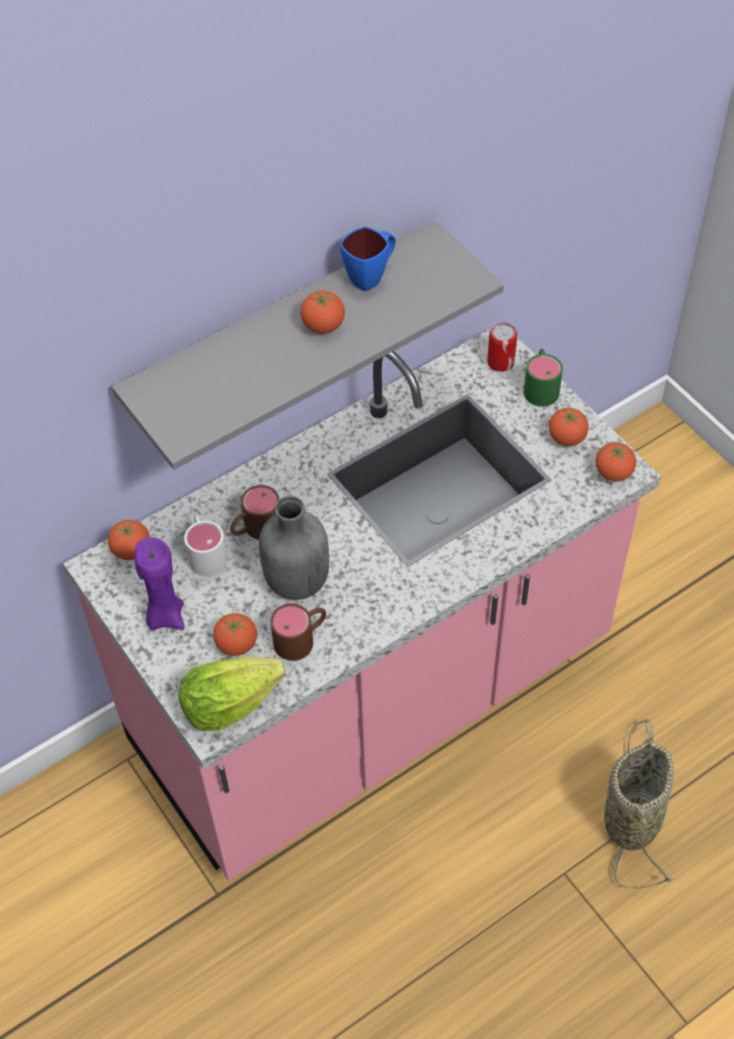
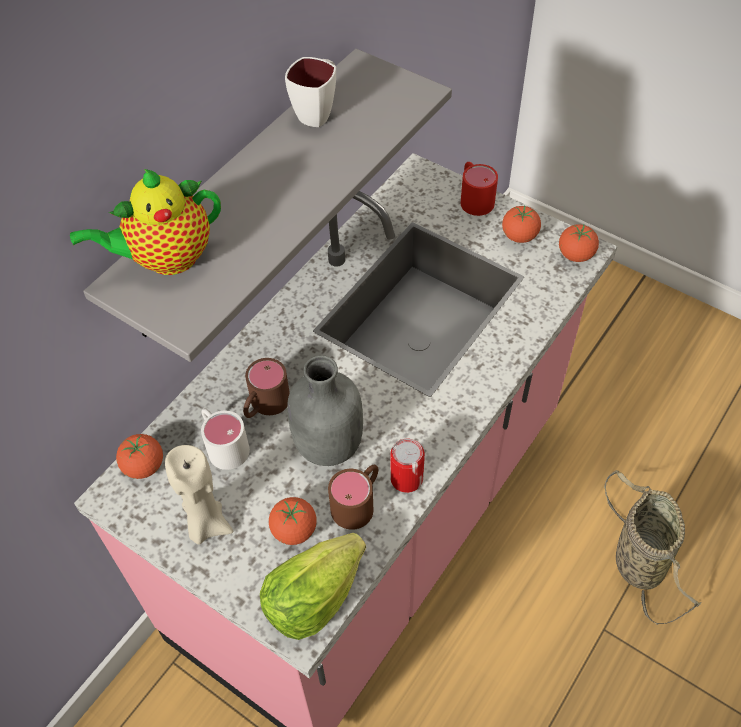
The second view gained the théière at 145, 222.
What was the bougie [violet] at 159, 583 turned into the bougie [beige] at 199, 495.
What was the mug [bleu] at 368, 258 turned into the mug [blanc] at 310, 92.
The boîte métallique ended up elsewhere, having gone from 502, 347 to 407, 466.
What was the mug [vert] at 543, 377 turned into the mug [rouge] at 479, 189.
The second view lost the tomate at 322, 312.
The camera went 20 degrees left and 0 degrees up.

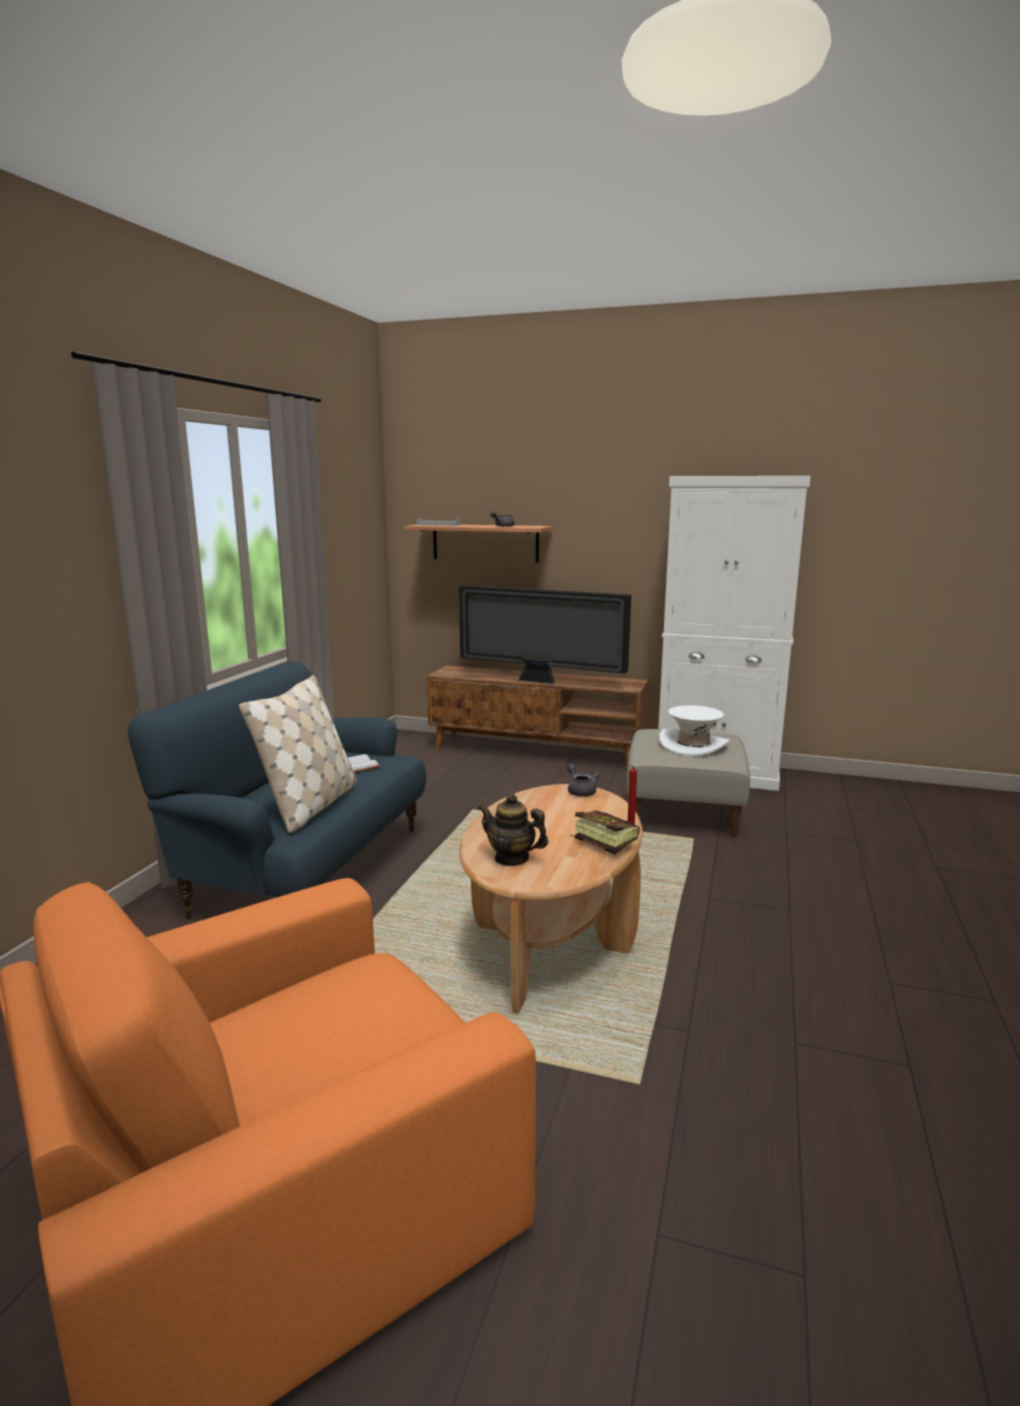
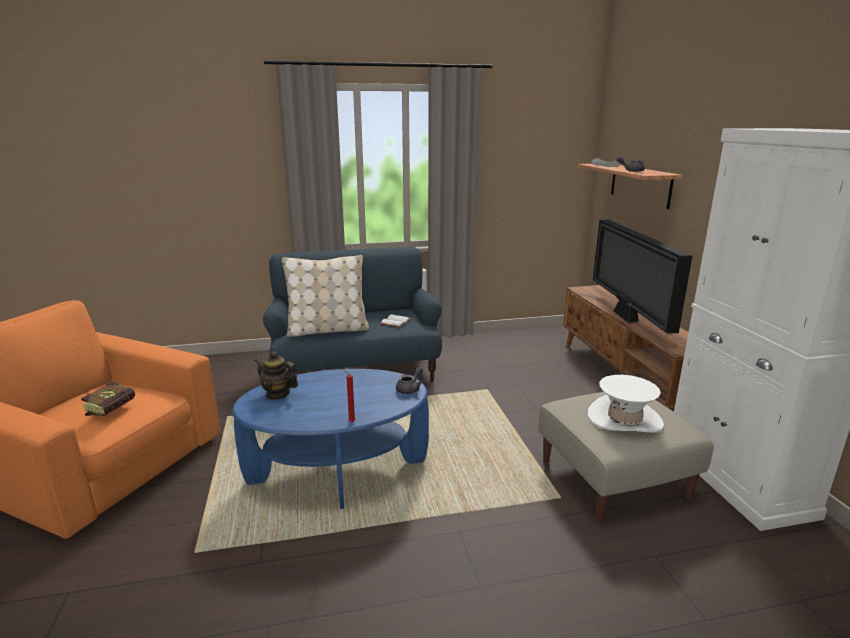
The livre ended up elsewhere, having gone from 604, 833 to 108, 398.
What was the table basse [marron] at 551, 899 turned into the table basse [bleu] at 330, 439.
The théière at 513, 829 ended up facing another way, 60 degrees counterclockwise from before.
The camera went 60 degrees right and 5 degrees up.

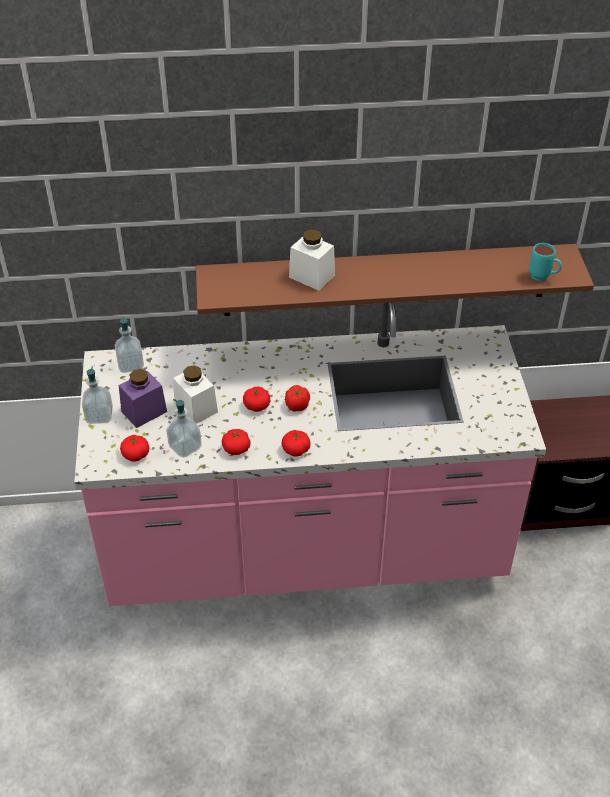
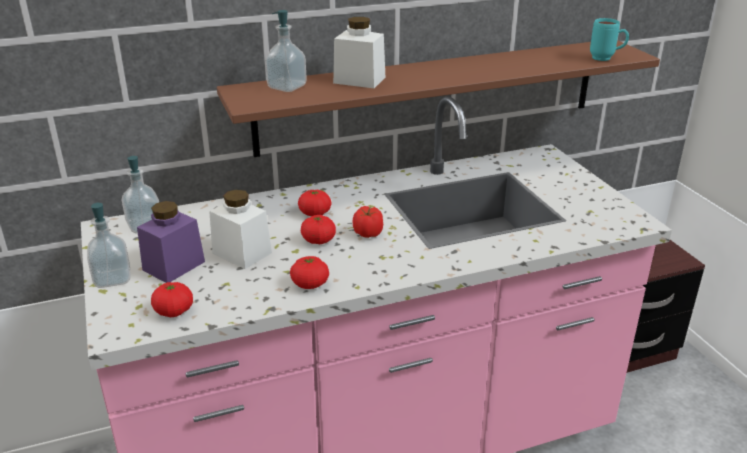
The distributeur de savon ended up elsewhere, having gone from 184, 428 to 286, 51.
The tomate ended up elsewhere, having gone from 296, 443 to 314, 203.
The camera went 15 degrees left and 15 degrees down.

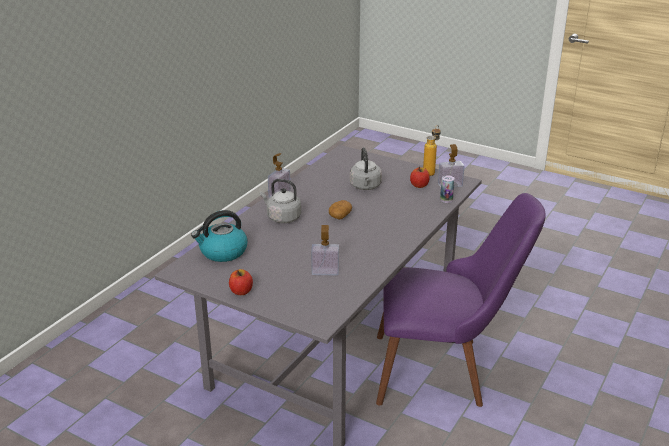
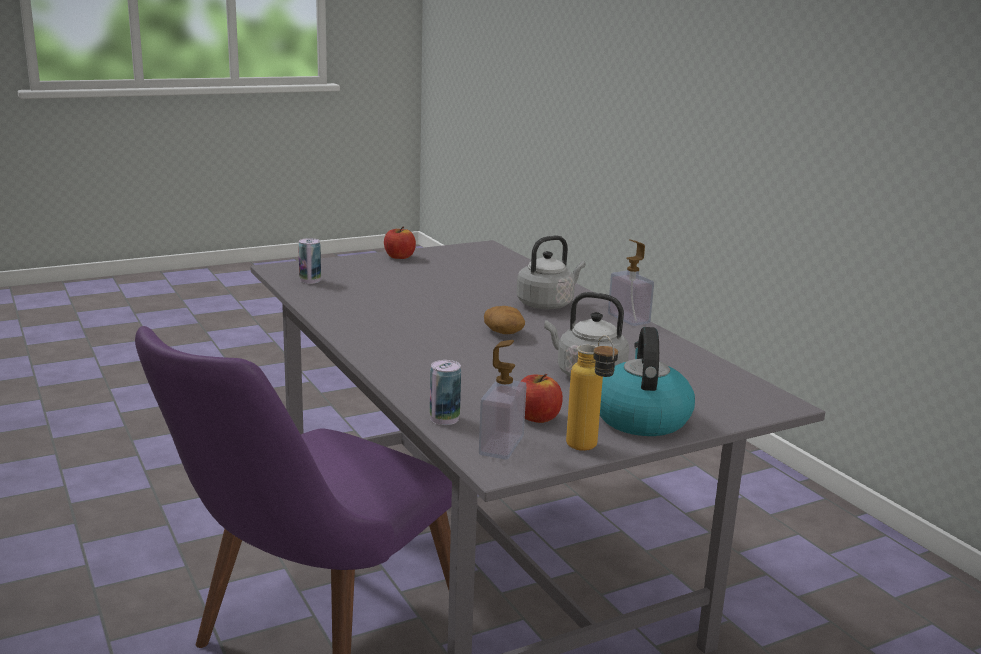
The second view gained the boîte métallique at 309, 261.
The bouilloire ended up elsewhere, having gone from 219, 236 to 647, 381.
The second view lost the distributeur de savon at 325, 250.
The camera went 120 degrees right and 10 degrees down.

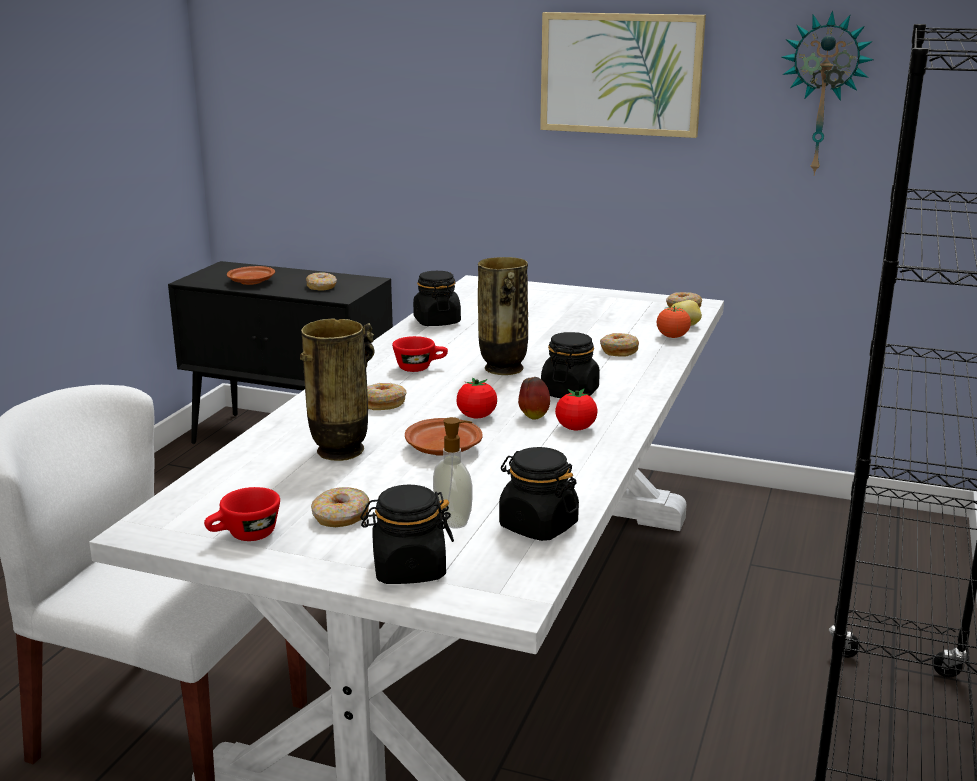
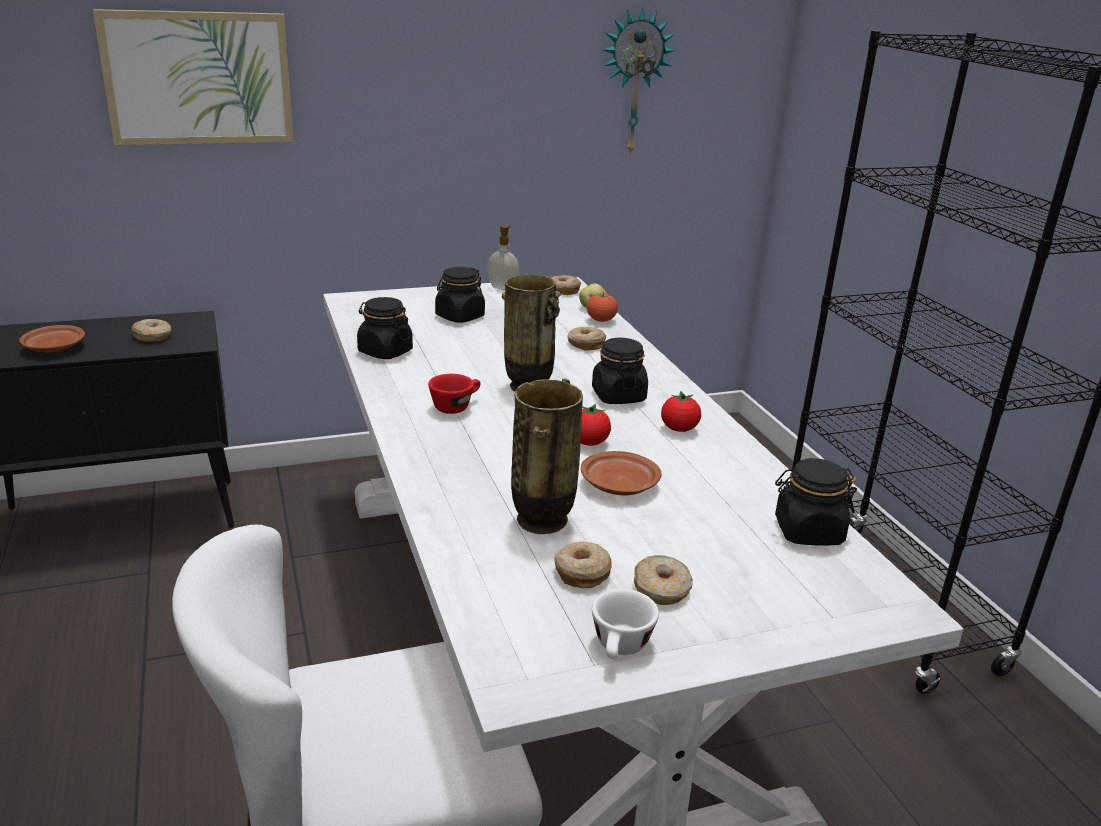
The tableau ended up elsewhere, having gone from 623, 75 to 193, 77.
The bocal [noir] ended up elsewhere, having gone from 407, 534 to 460, 295.
The distributeur de savon ended up elsewhere, having gone from 453, 473 to 503, 257.
The beignet ended up elsewhere, having gone from 386, 396 to 583, 565.
What was the tasse [rouge] at 242, 514 turned into the tasse [blanc] at 625, 624.
The second view lost the pomme at 534, 398.
The camera went 40 degrees left and 5 degrees up.

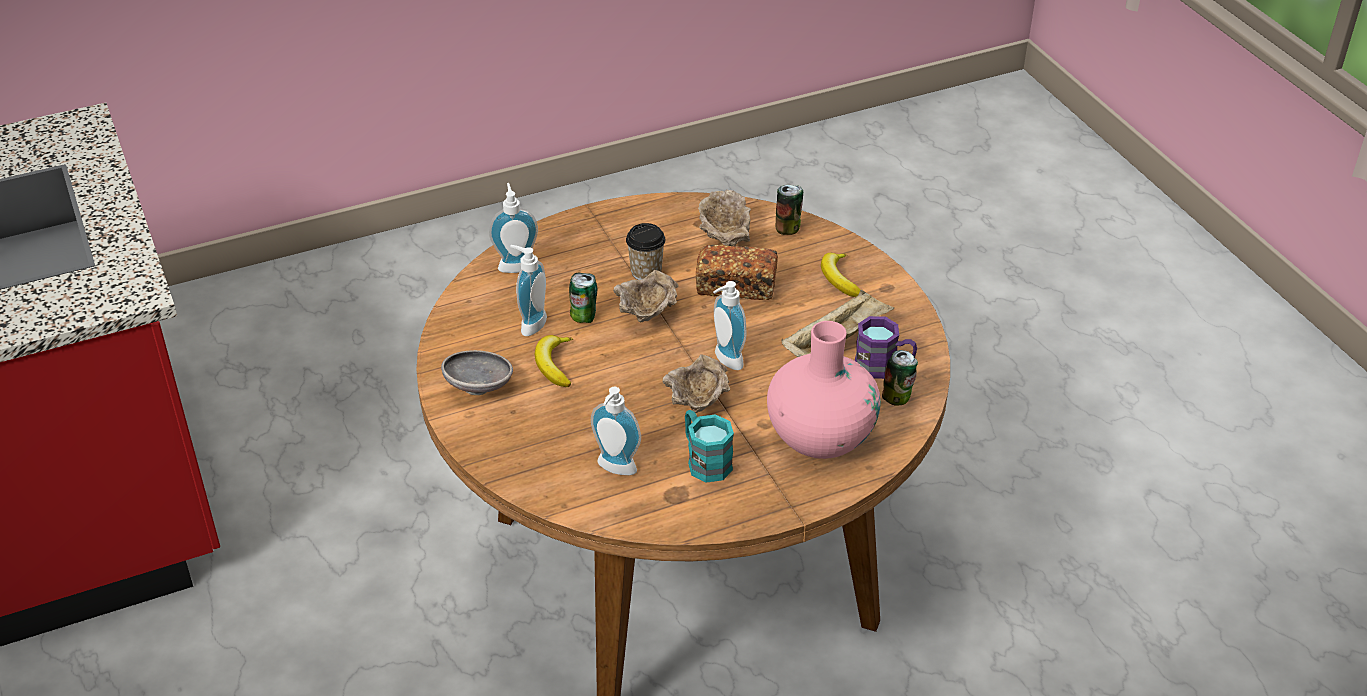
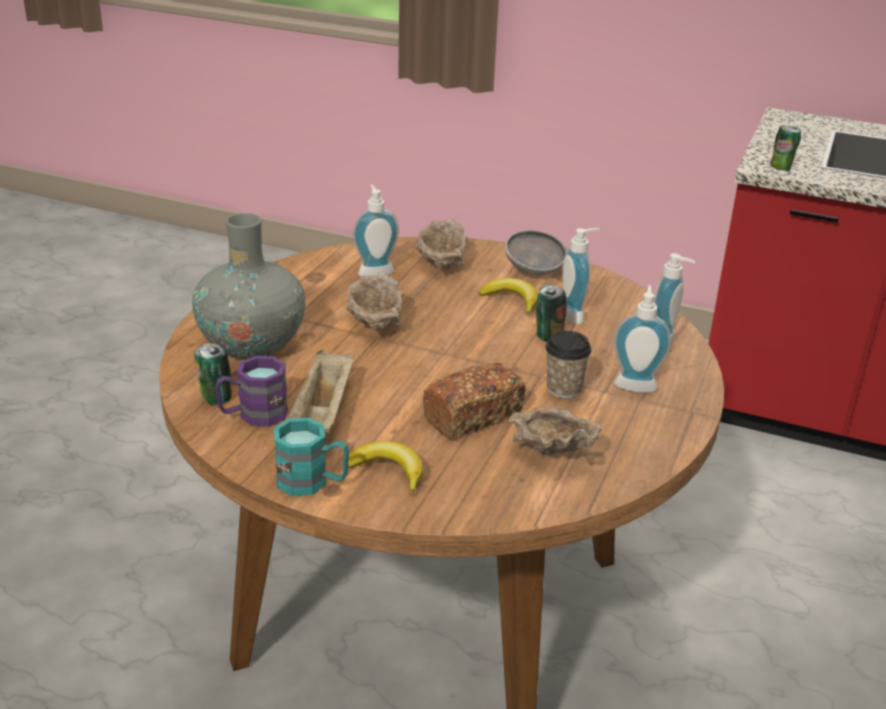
What was the vase [rose] at 824, 390 turned into the vase [gris] at 248, 286.
The mug [turquoise] ended up elsewhere, having gone from 709, 446 to 311, 457.
The bol [beige] ended up elsewhere, having gone from 646, 296 to 441, 243.
The distributeur de savon ended up elsewhere, having gone from 729, 325 to 642, 339.
The boîte métallique ended up elsewhere, having gone from 789, 210 to 785, 148.
The camera went 135 degrees right and 10 degrees down.

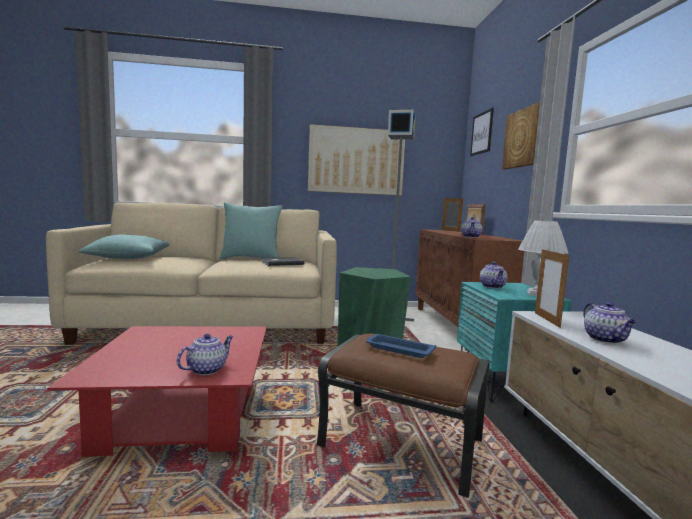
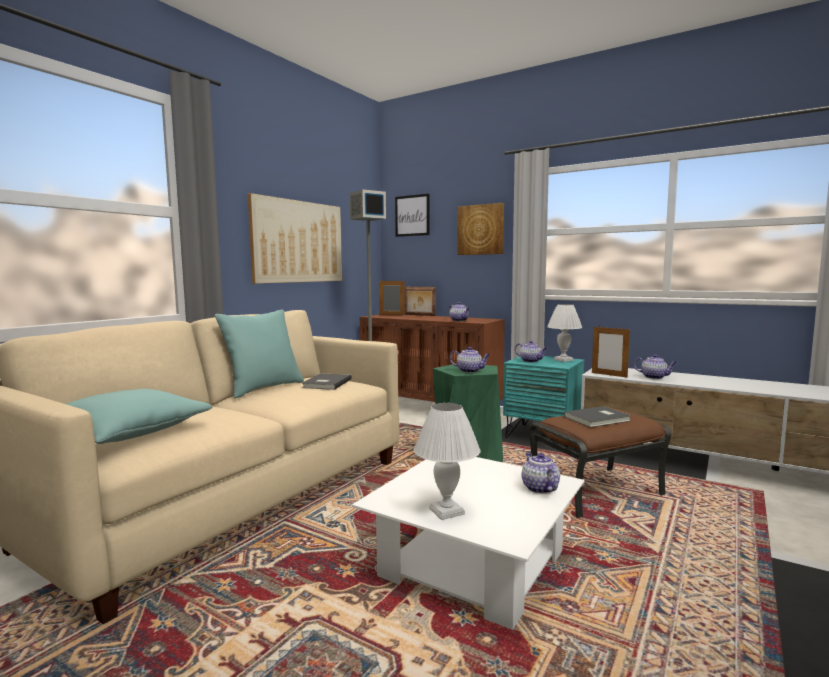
What was the table basse [rouge] at 157, 391 turned into the table basse [blanc] at 468, 543.
The second view gained the lampe de table [blanc] at 447, 461.
The second view gained the théière at 470, 360.
Where the plateau [bleu] stood at 401, 346, the livre [gris] came to stand at 598, 417.
The camera went 50 degrees left and 0 degrees up.

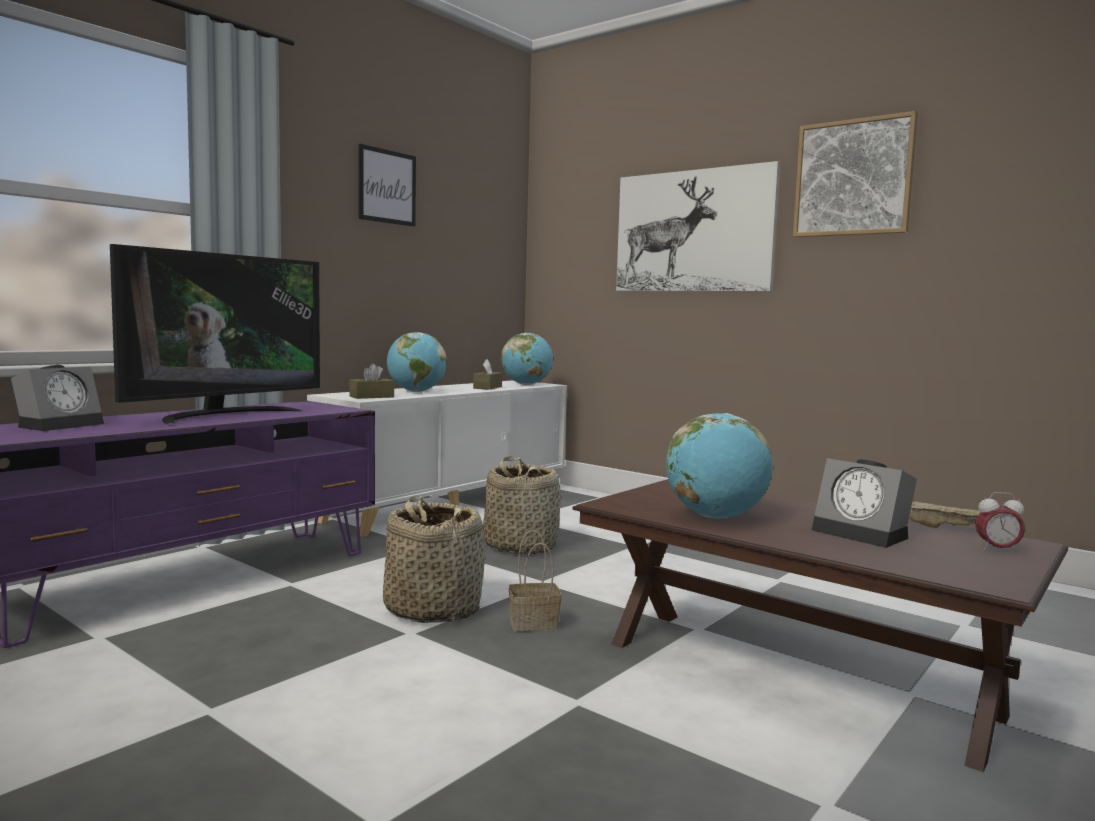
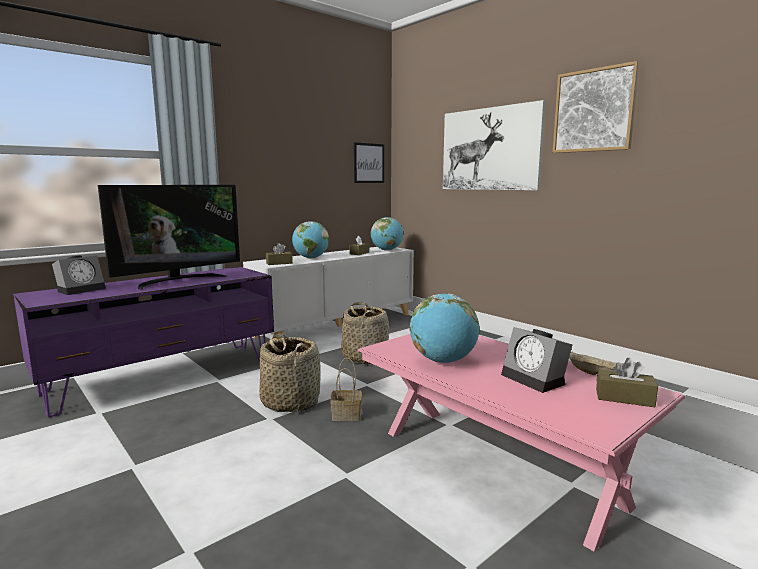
The tableau ended up elsewhere, having gone from 387, 185 to 369, 162.
What was the table basse [marron] at 820, 625 turned into the table basse [rose] at 521, 442.
Where the réveil stood at 1000, 522, the boîte à mouchoirs [marron] came to stand at 627, 382.
The camera went 10 degrees right and 5 degrees up.

